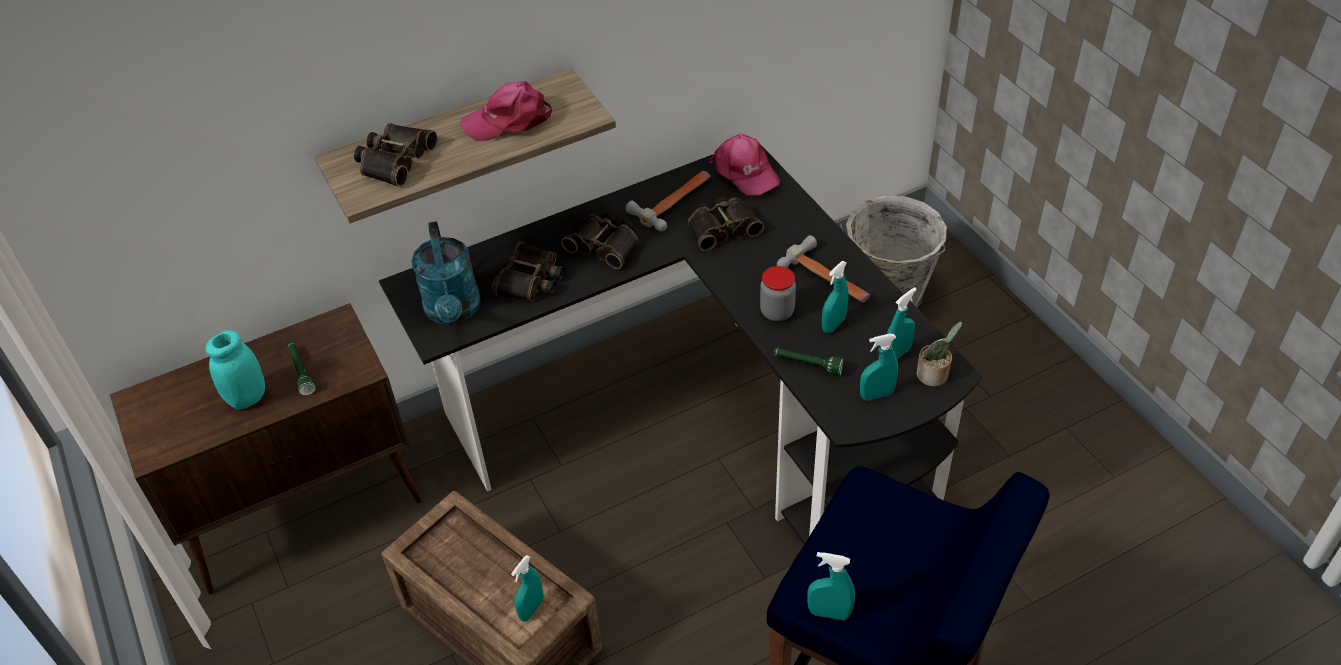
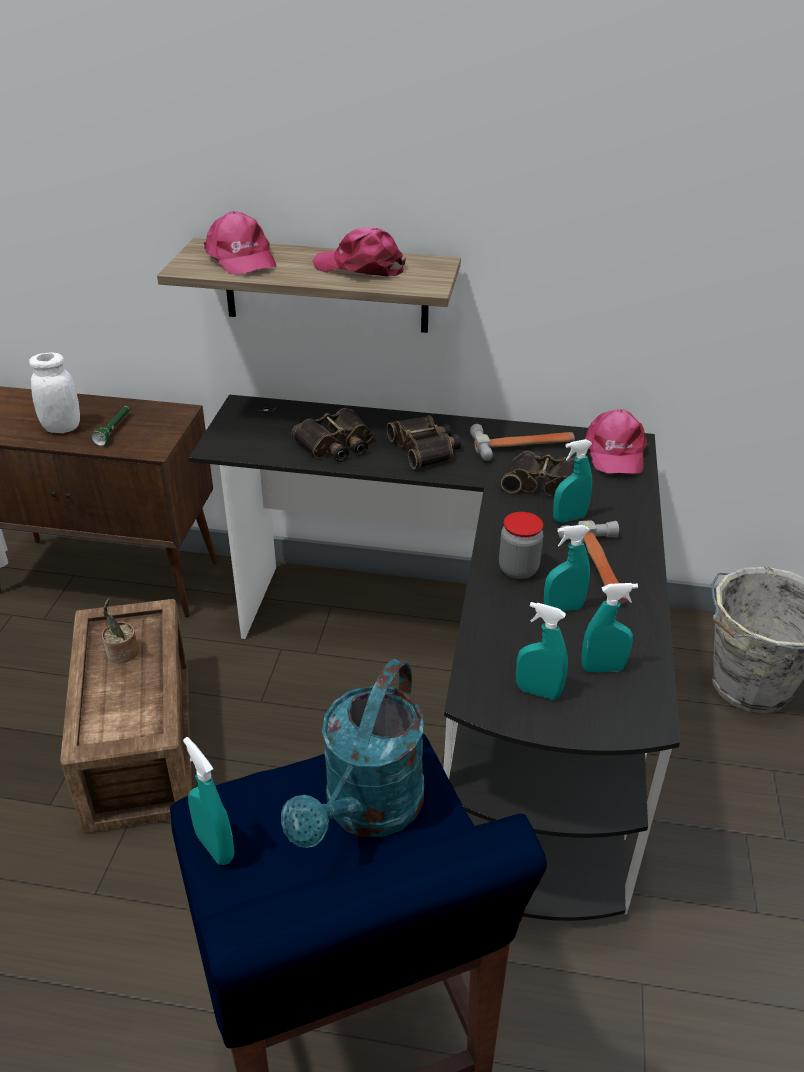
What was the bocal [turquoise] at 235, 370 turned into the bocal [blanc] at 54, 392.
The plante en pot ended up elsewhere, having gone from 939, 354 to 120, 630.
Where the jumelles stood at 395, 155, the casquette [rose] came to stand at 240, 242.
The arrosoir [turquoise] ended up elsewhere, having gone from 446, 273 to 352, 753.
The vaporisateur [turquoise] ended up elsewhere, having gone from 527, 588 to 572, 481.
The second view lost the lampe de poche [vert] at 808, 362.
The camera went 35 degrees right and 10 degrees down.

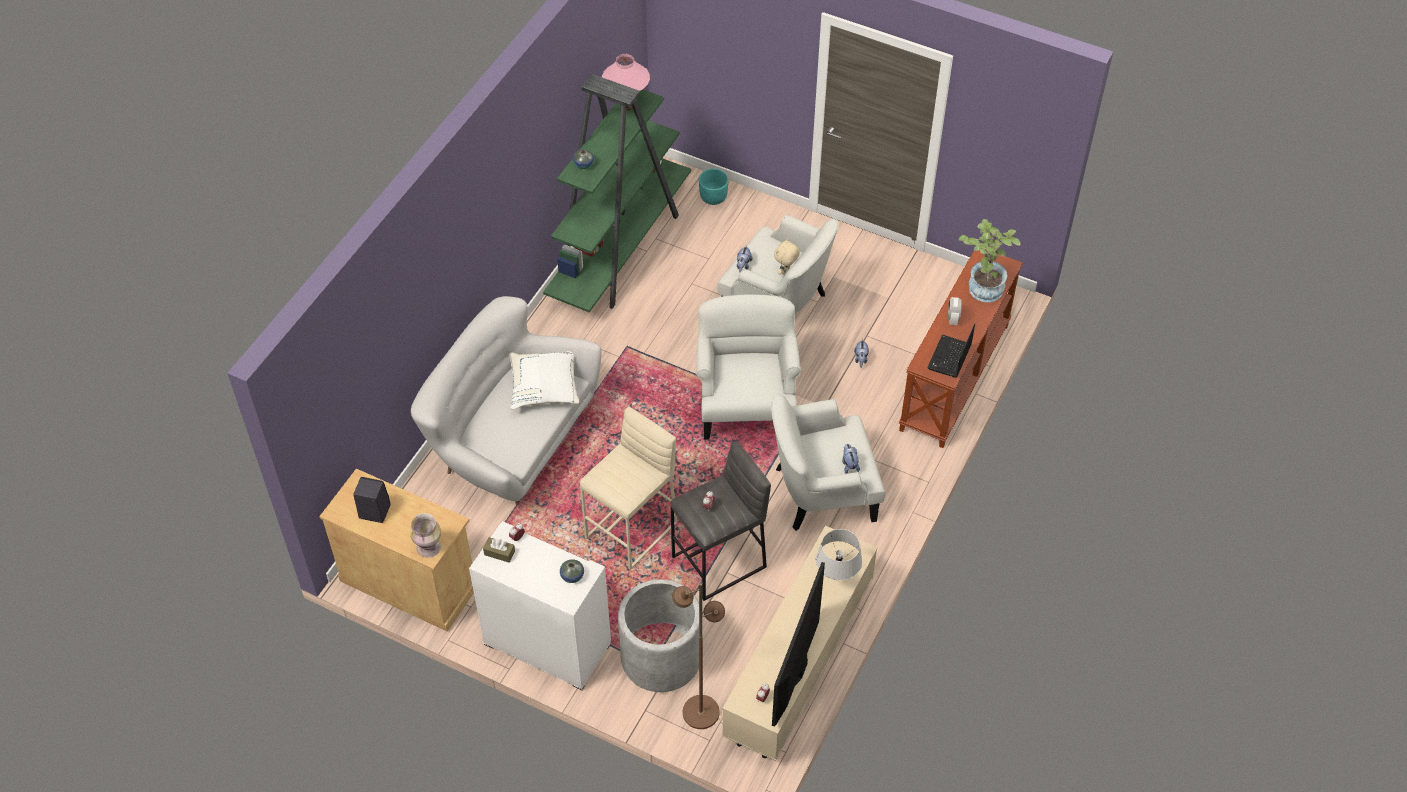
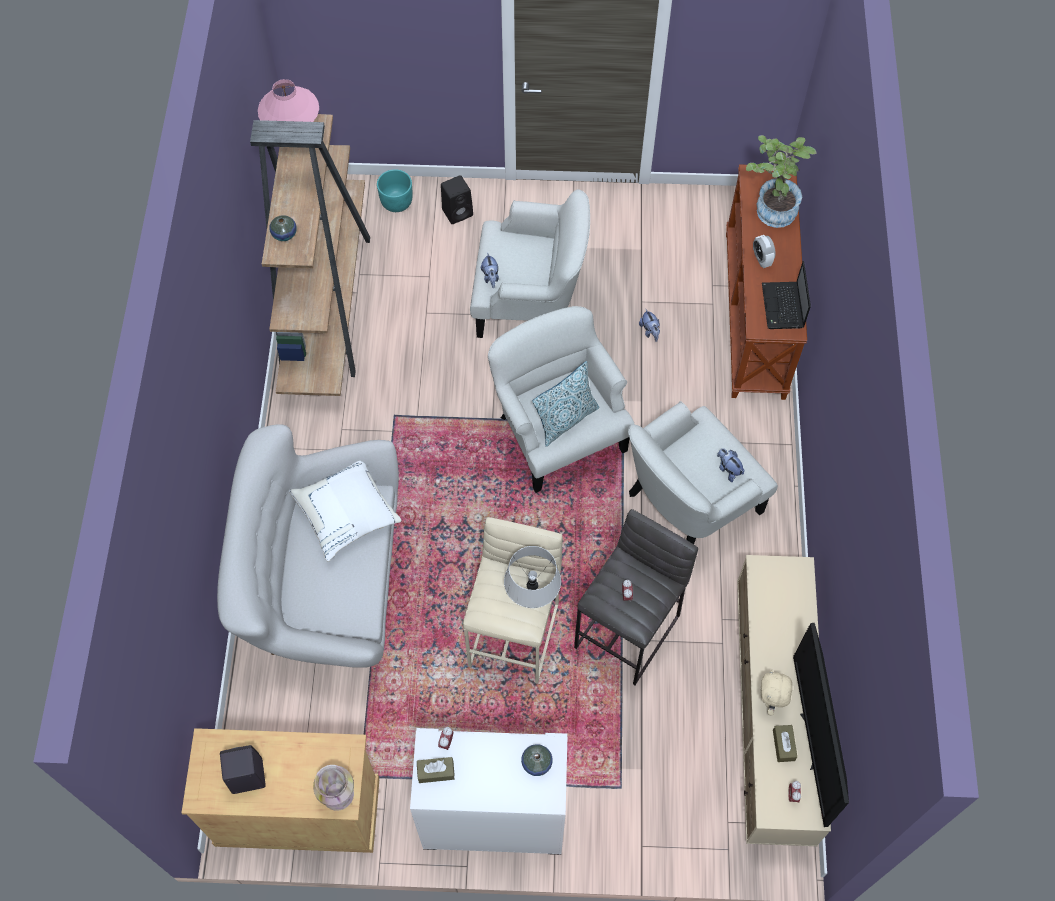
What was the bibliothèque [vert] at 617, 193 turned into the bibliothèque [marron] at 310, 255.
The second view gained the enceinte [noir] at 457, 199.
The lampe de table [gris] ended up elsewhere, having gone from 839, 554 to 532, 577.
The second view gained the coussin at 565, 404.
The peluche [beige] ended up elsewhere, having gone from 787, 256 to 776, 693.
The second view gained the boîte à mouchoirs [marron] at 785, 743.
The second view lost the cache-pot [gris] at 658, 635.
The second view lost the lampadaire [marron] at 698, 656.
The camera went 25 degrees left and 10 degrees up.

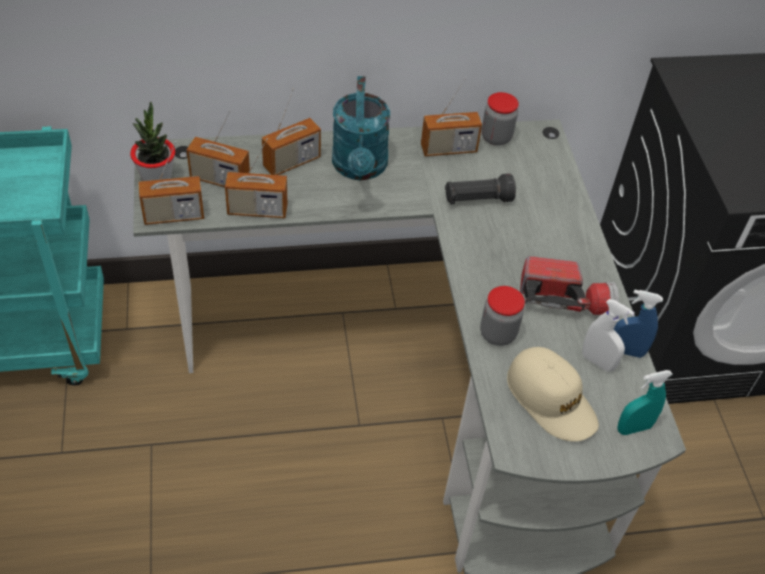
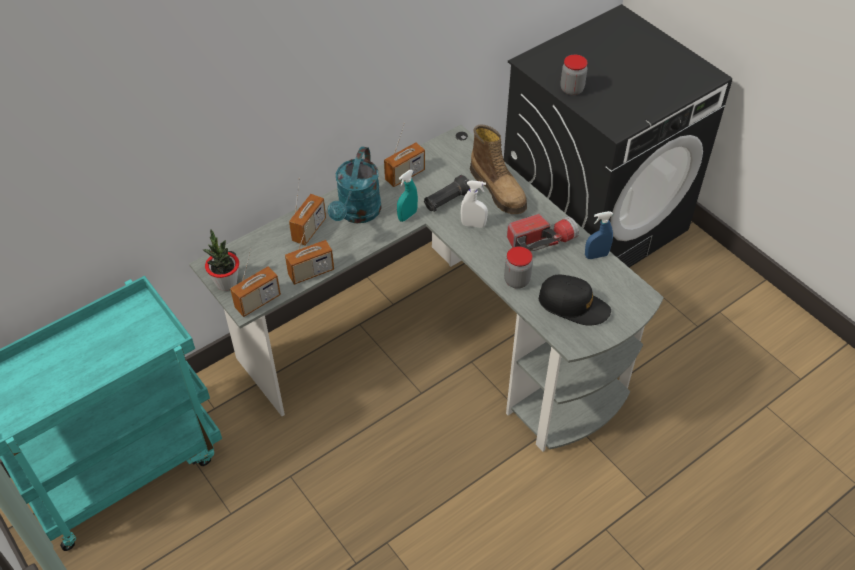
The arrosoir [turquoise] at 361, 128 ended up facing another way, 45 degrees clockwise from before.
The vaporisateur [turquoise] ended up elsewhere, having gone from 645, 402 to 407, 196.
The vaporisateur [blanc] ended up elsewhere, having gone from 608, 335 to 474, 204.
The second view gained the botte at 498, 169.
What was the casquette [beige] at 553, 394 turned into the casquette [noir] at 575, 300.
The bocal ended up elsewhere, having gone from 500, 119 to 574, 75.
The second view lost the radio at 218, 148.
The camera went 25 degrees left and 0 degrees up.

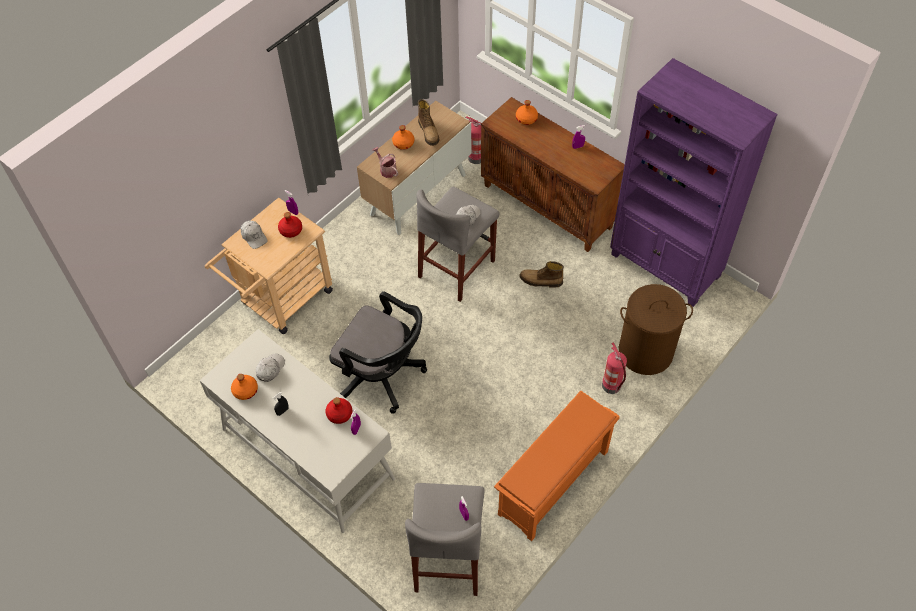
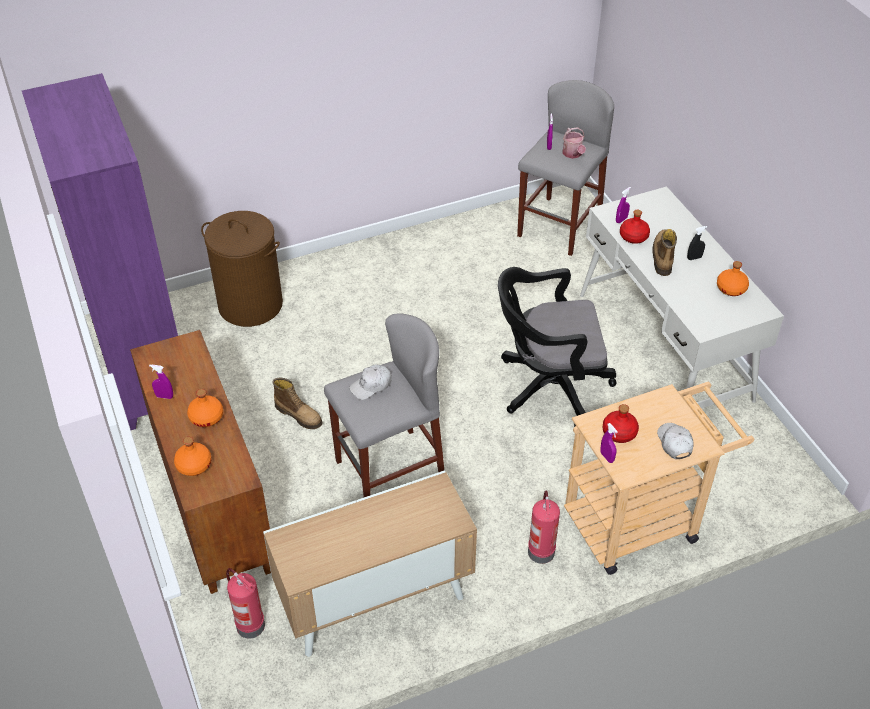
The bouteille [orange] ended up elsewhere, having gone from 403, 137 to 205, 408.
The chaise de bureau [noir] at 378, 352 ended up facing another way, 60 degrees counterclockwise from before.
The extincteur ended up elsewhere, having gone from 614, 368 to 544, 527.
The arrosoir ended up elsewhere, having gone from 385, 162 to 574, 143.
The botte ended up elsewhere, having gone from 428, 122 to 664, 252.
The second view lost the casquette [blanc] at 270, 368.
The second view lost the étagère à chaussures [orange] at 557, 466.
The camera went 155 degrees left and 10 degrees down.

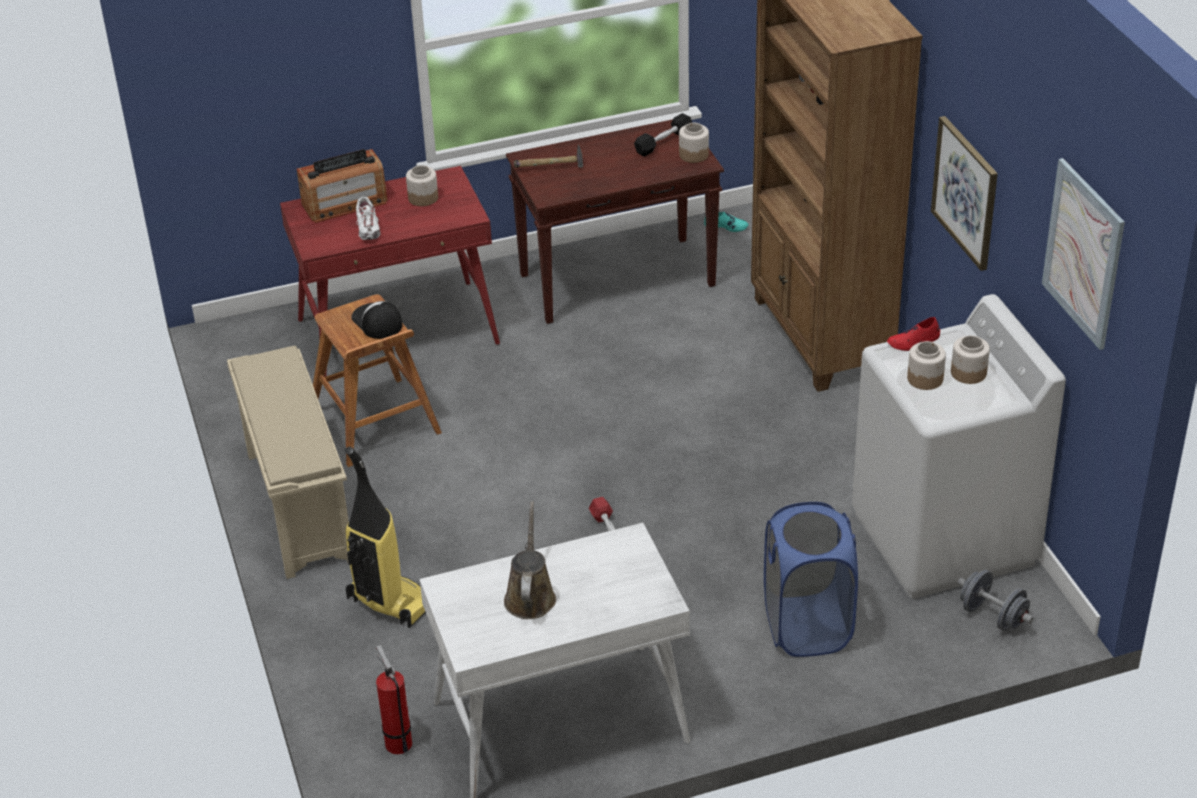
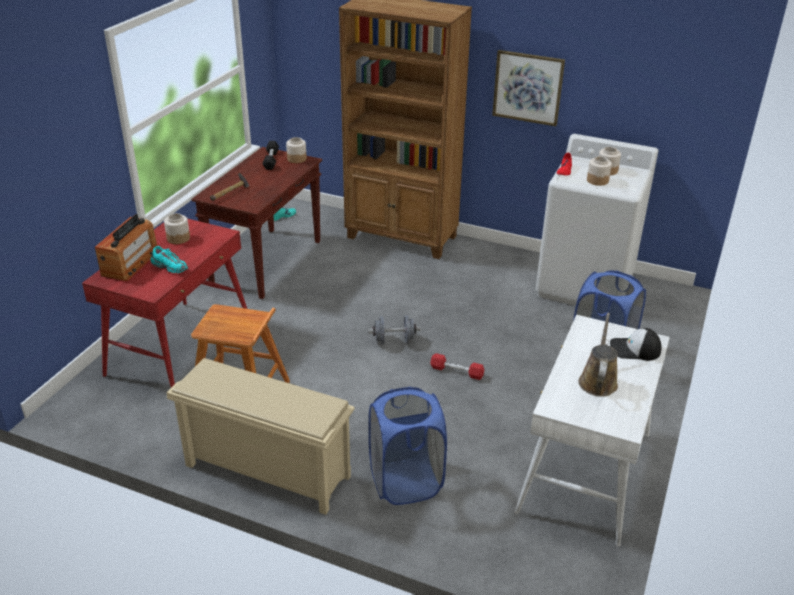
What was the chaussure [blanc] at 368, 218 turned into the chaussure [turquoise] at 169, 259.
The haltère [gris] ended up elsewhere, having gone from 995, 600 to 394, 330.
Where the aspirateur stood at 385, 537, the panier à linge [bleu] came to stand at 408, 446.
The arrosoir [marron] at 530, 560 ended up facing another way, 60 degrees clockwise from before.
The casquette ended up elsewhere, having gone from 377, 320 to 636, 344.
The second view lost the extincteur at 394, 699.
The second view lost the tableau at 1083, 254.
The camera went 50 degrees left and 5 degrees down.

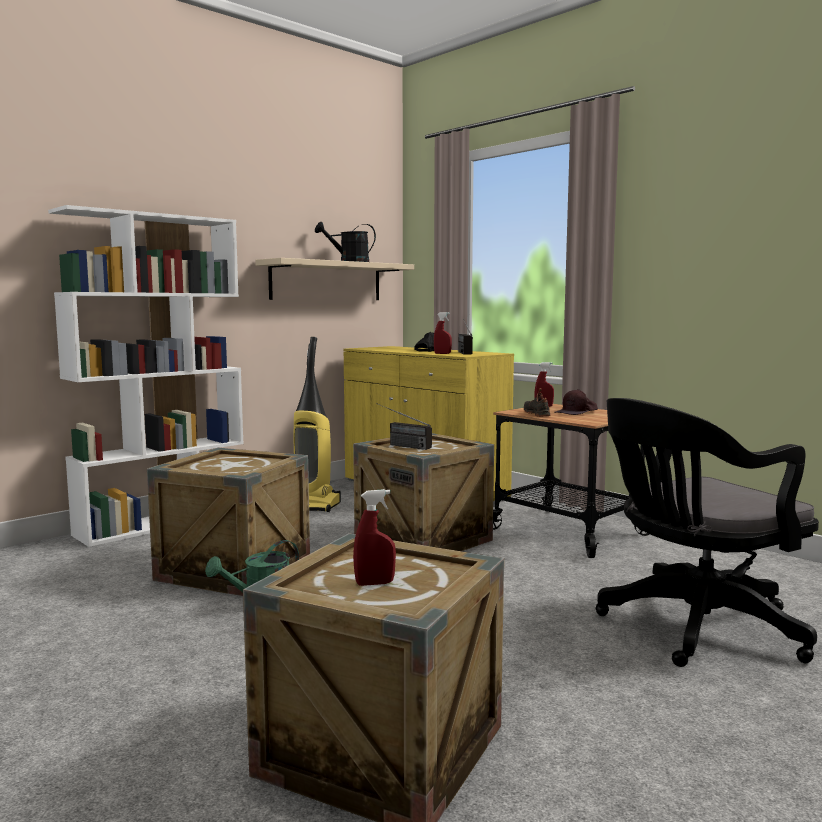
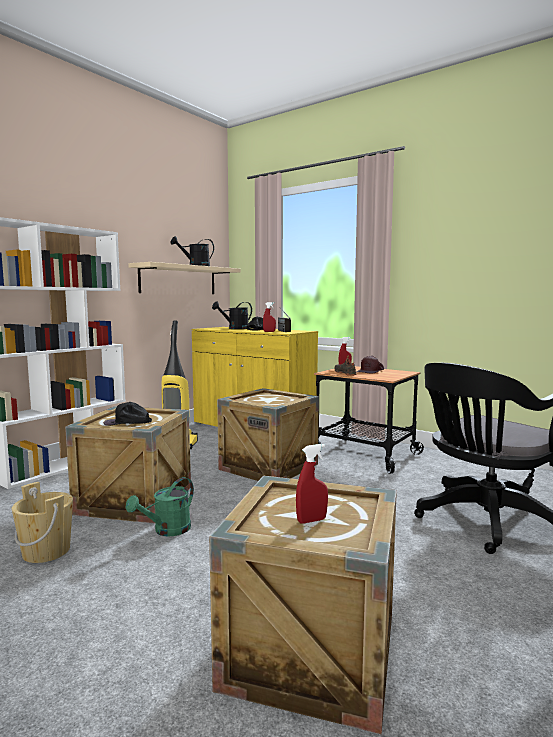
The second view gained the seau [beige] at 42, 522.
The second view gained the casquette [noir] at 128, 413.
The second view gained the arrosoir [noir] at 232, 315.
The second view lost the radio at 404, 426.
The camera went 10 degrees left and 0 degrees up.

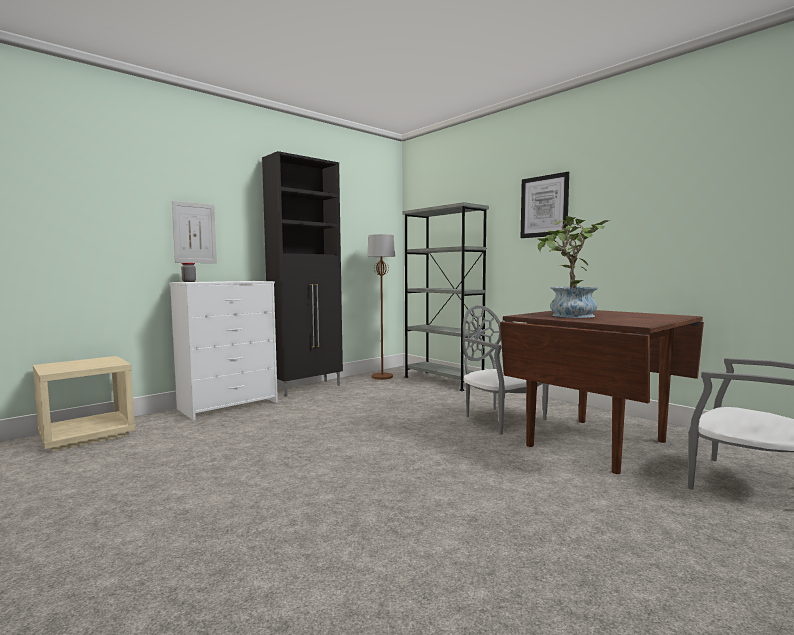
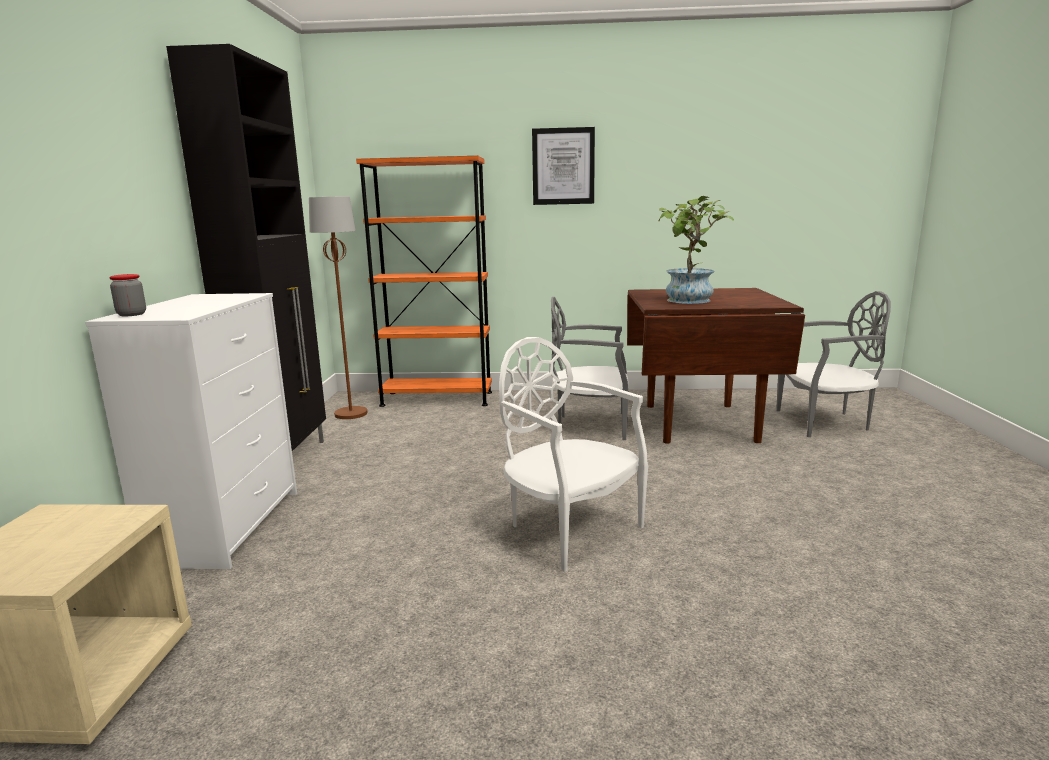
What was the bibliothèque [gris] at 445, 296 turned into the bibliothèque [orange] at 424, 281.
The second view gained the chaise [blanc] at 573, 454.
The second view lost the tableau at 194, 232.
The camera went 45 degrees left and 10 degrees up.

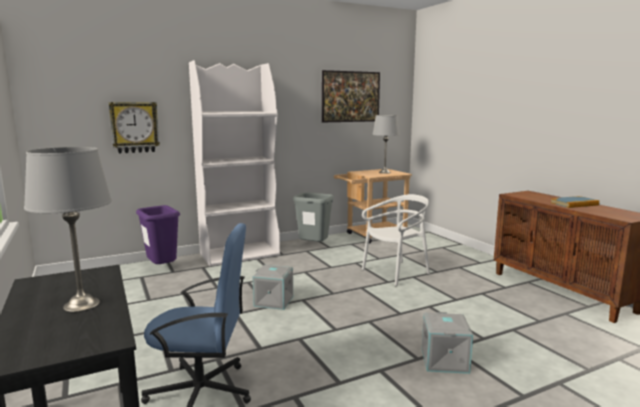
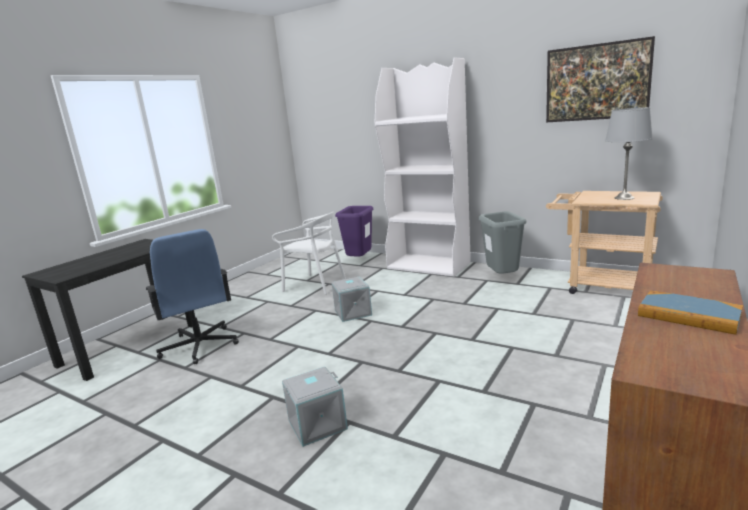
The chaise [blanc] ended up elsewhere, having gone from 396, 240 to 309, 253.
The second view lost the lampe de table [gris] at 68, 229.
The second view lost the horloge murale at 134, 127.
The camera went 60 degrees right and 5 degrees up.

